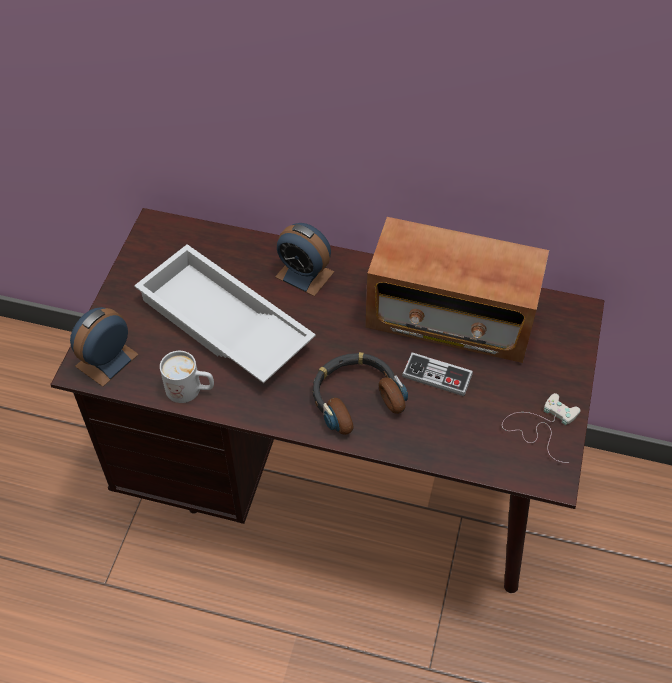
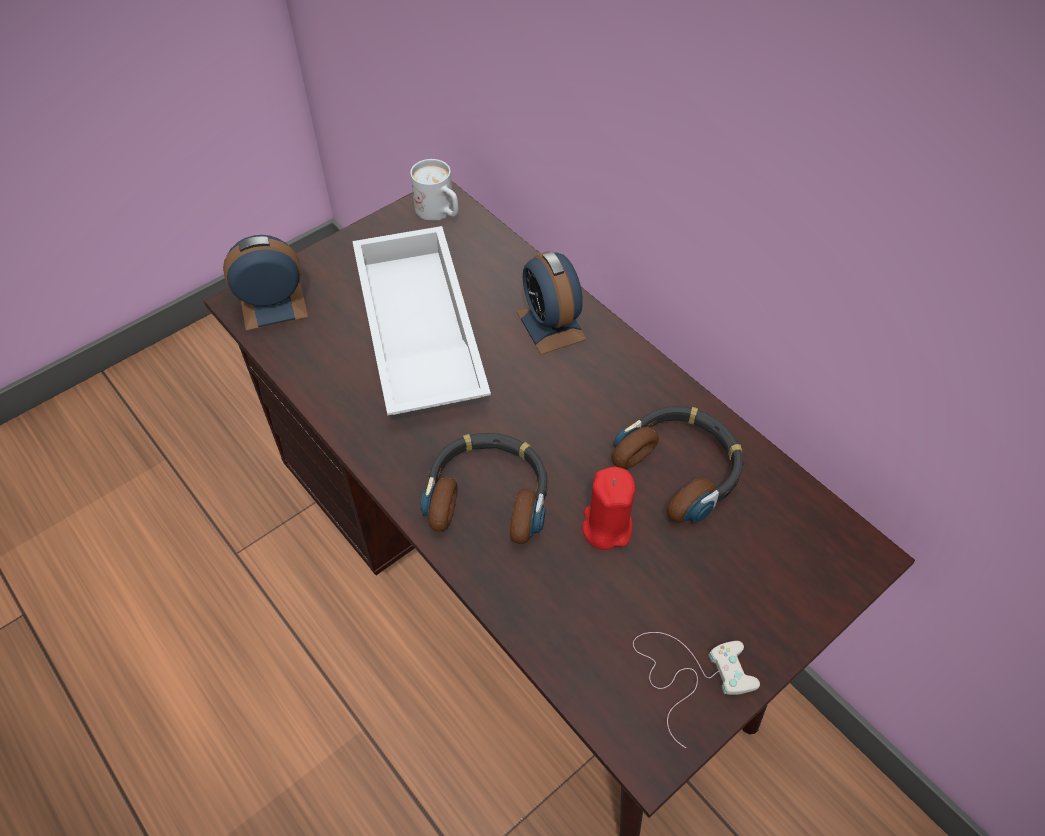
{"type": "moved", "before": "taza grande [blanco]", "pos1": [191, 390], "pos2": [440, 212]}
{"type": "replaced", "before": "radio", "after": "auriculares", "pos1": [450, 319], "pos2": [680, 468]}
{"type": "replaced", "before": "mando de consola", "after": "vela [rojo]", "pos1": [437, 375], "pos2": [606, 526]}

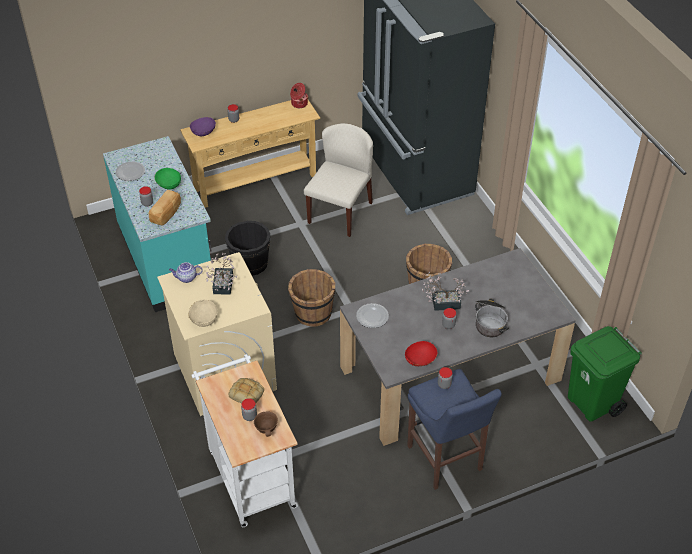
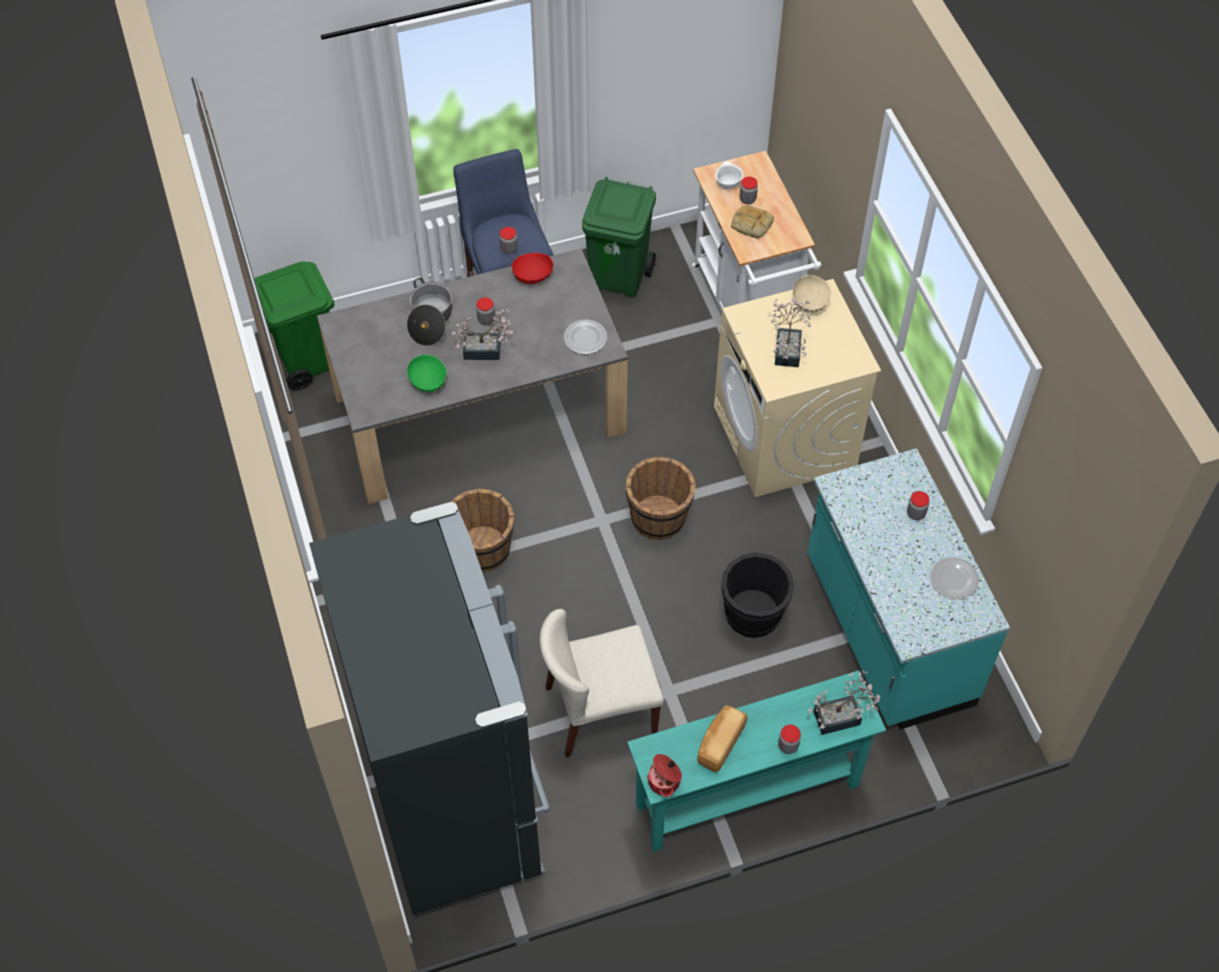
{"type": "moved", "before": "pan", "pos1": [167, 214], "pos2": [719, 743]}
{"type": "moved", "before": "cuenco [verde]", "pos1": [168, 185], "pos2": [428, 381]}
{"type": "removed", "before": "tetera", "pos1": [186, 278]}
{"type": "recoloured", "before": "mesa consola [beis]", "after": "mesa consola [turquesa]", "pos1": [255, 182], "pos2": [747, 795]}
{"type": "replaced", "before": "cuenco [morado]", "after": "planta en maceta", "pos1": [203, 132], "pos2": [842, 717]}
{"type": "recoloured", "before": "cuenco [marrón]", "after": "cuenco [blanco]", "pos1": [267, 429], "pos2": [727, 184]}
{"type": "turned", "before": "silla [beis]", "pos1": [340, 212], "pos2": [600, 711], "turn": 45}
{"type": "added", "after": "papelera [verde]", "pos2": [619, 277]}

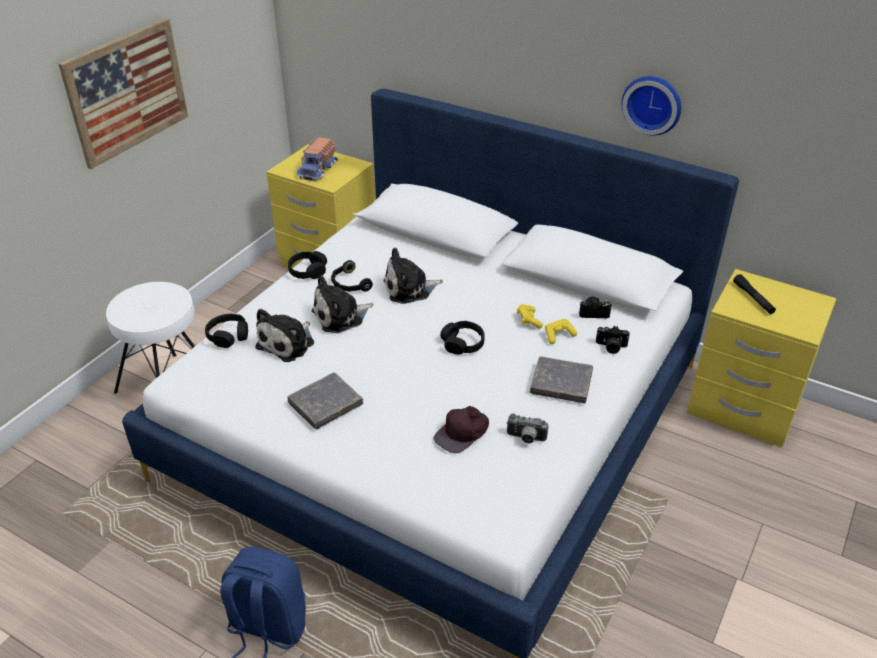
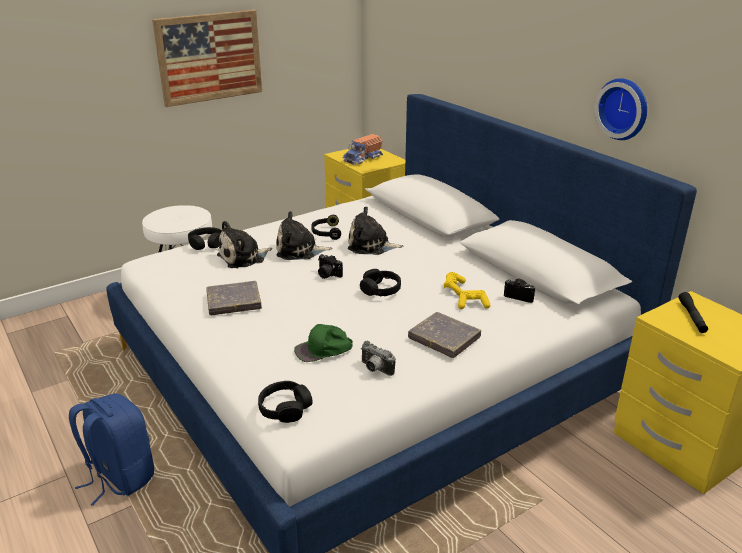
{"type": "moved", "before": "auriculares [negro]", "pos1": [308, 271], "pos2": [285, 408]}
{"type": "recoloured", "before": "gorra [marrón]", "after": "gorra [verde]", "pos1": [462, 433], "pos2": [323, 350]}
{"type": "moved", "before": "cámara", "pos1": [611, 347], "pos2": [327, 274]}

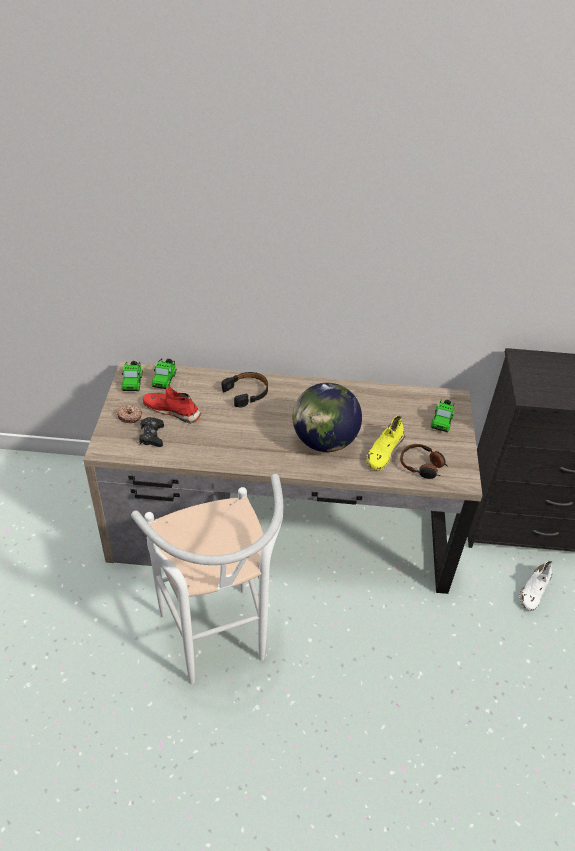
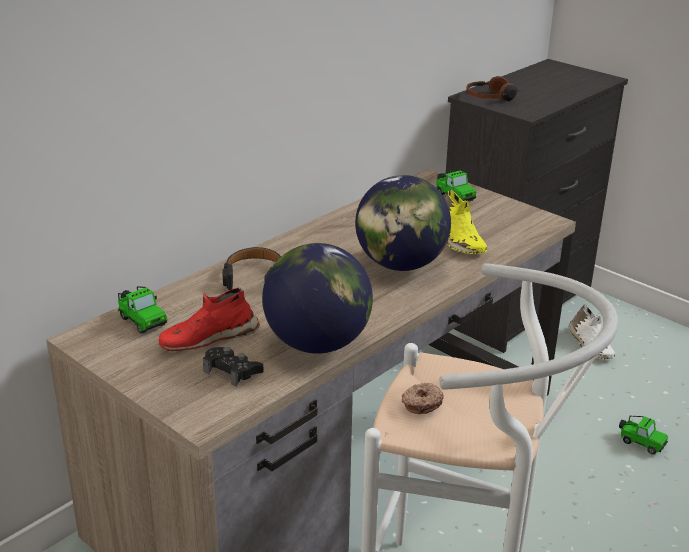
{"type": "moved", "before": "rosquilla", "pos1": [129, 416], "pos2": [421, 403]}
{"type": "moved", "before": "coche de juguete", "pos1": [133, 382], "pos2": [640, 442]}
{"type": "moved", "before": "auriculares", "pos1": [422, 466], "pos2": [491, 97]}
{"type": "added", "after": "globo terráqueo", "pos2": [317, 344]}

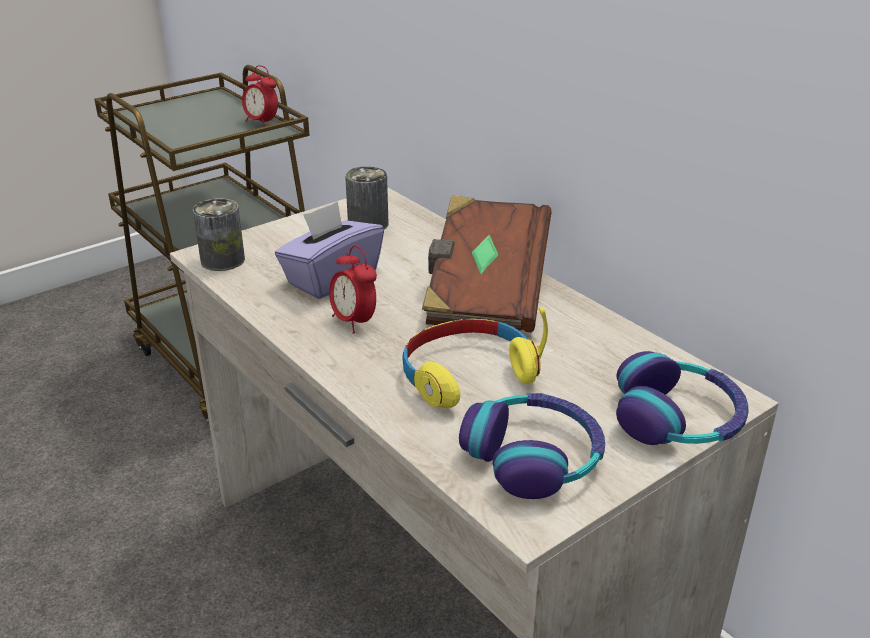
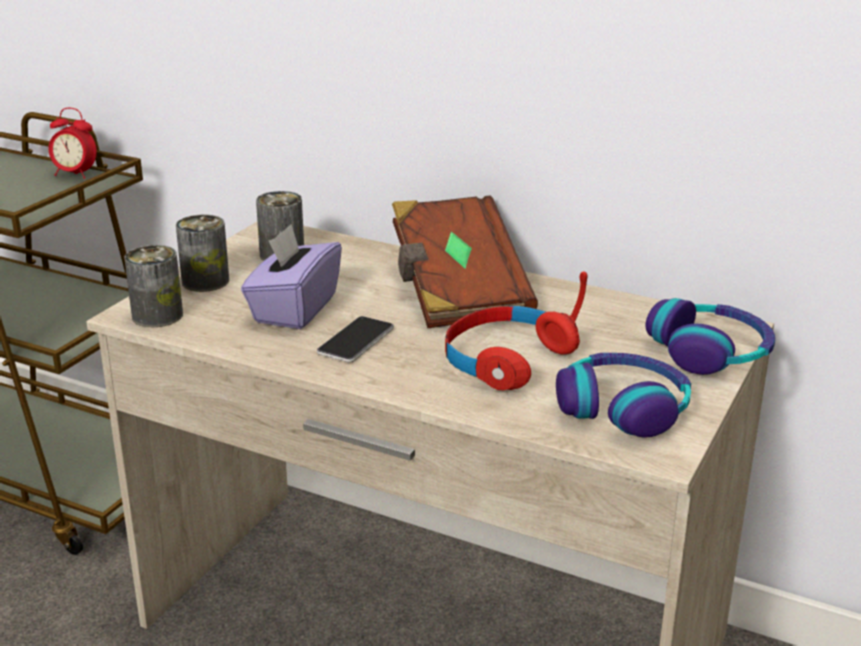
{"type": "replaced", "before": "despertador", "after": "móvil", "pos1": [354, 322], "pos2": [356, 341]}
{"type": "recoloured", "before": "auriculares [amarillo]", "after": "auriculares [rojo]", "pos1": [467, 374], "pos2": [506, 360]}
{"type": "added", "after": "lata", "pos2": [205, 281]}

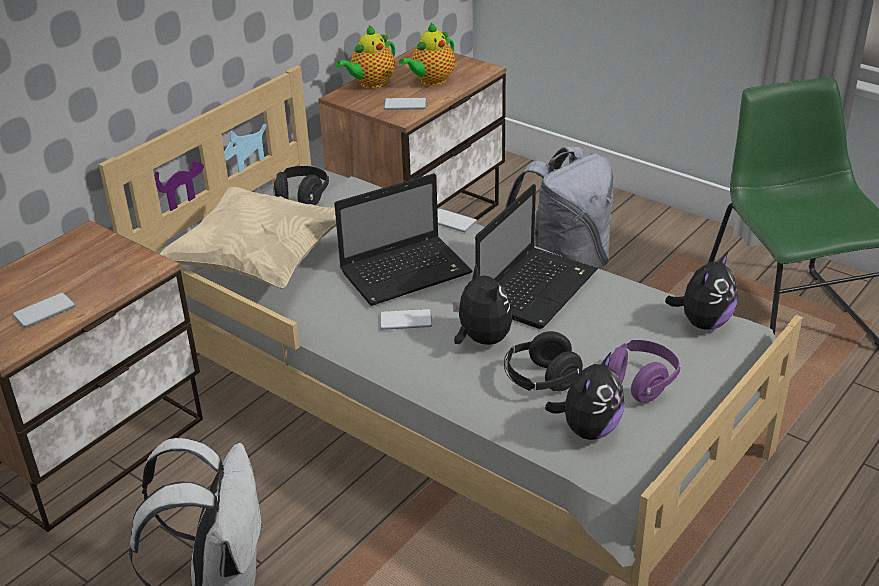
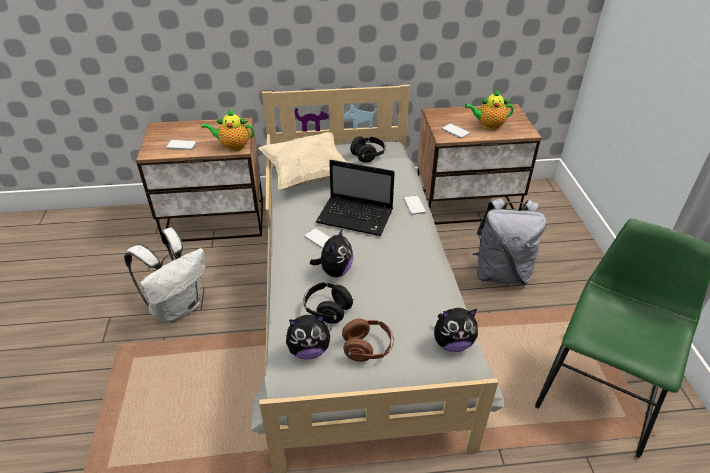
{"type": "moved", "before": "tetera", "pos1": [371, 84], "pos2": [233, 146]}
{"type": "removed", "before": "portátil", "pos1": [537, 287]}
{"type": "recoloured", "before": "auriculares [morado]", "after": "auriculares [marrón]", "pos1": [640, 383], "pos2": [367, 348]}

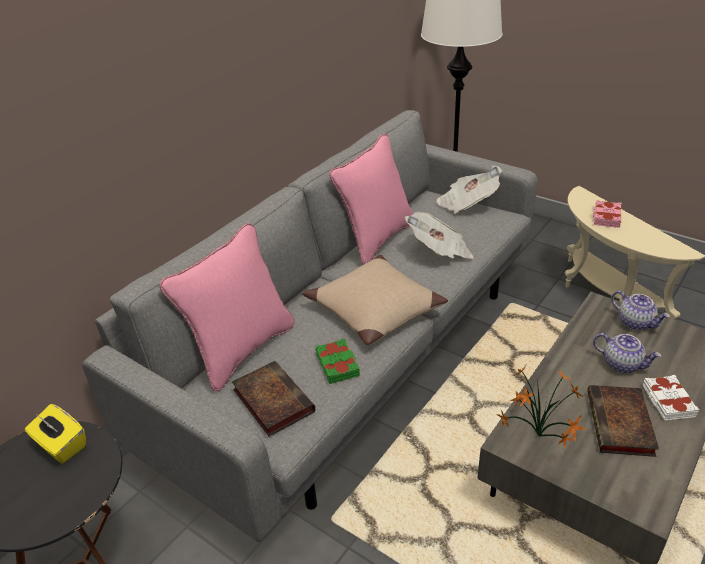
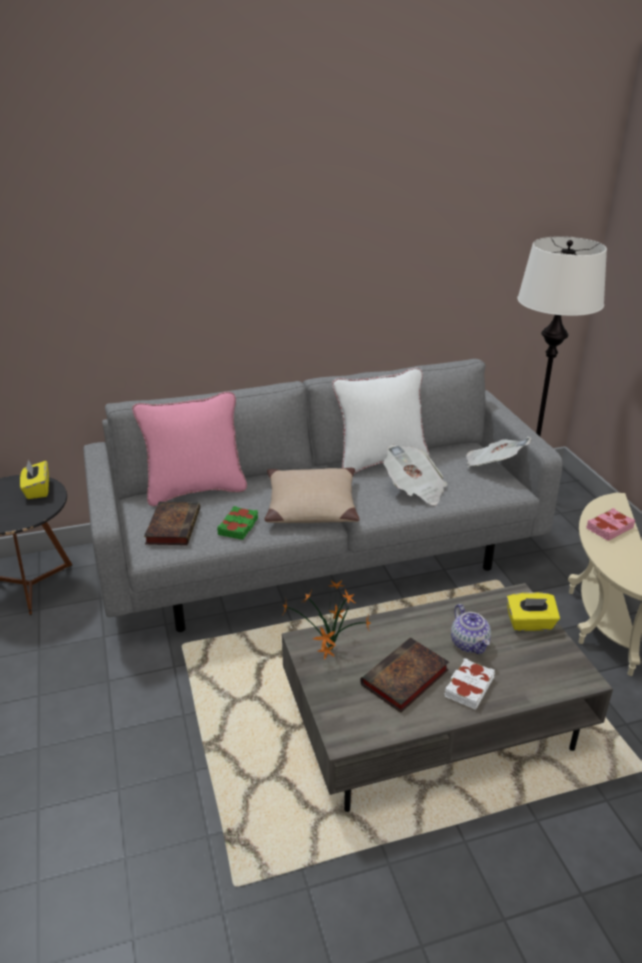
{"type": "recoloured", "before": "cojín [rosa]", "after": "cojín [blanco]", "pos1": [376, 239], "pos2": [380, 461]}
{"type": "replaced", "before": "tetera", "after": "caja de pañuelos [amarillo]", "pos1": [636, 322], "pos2": [530, 623]}

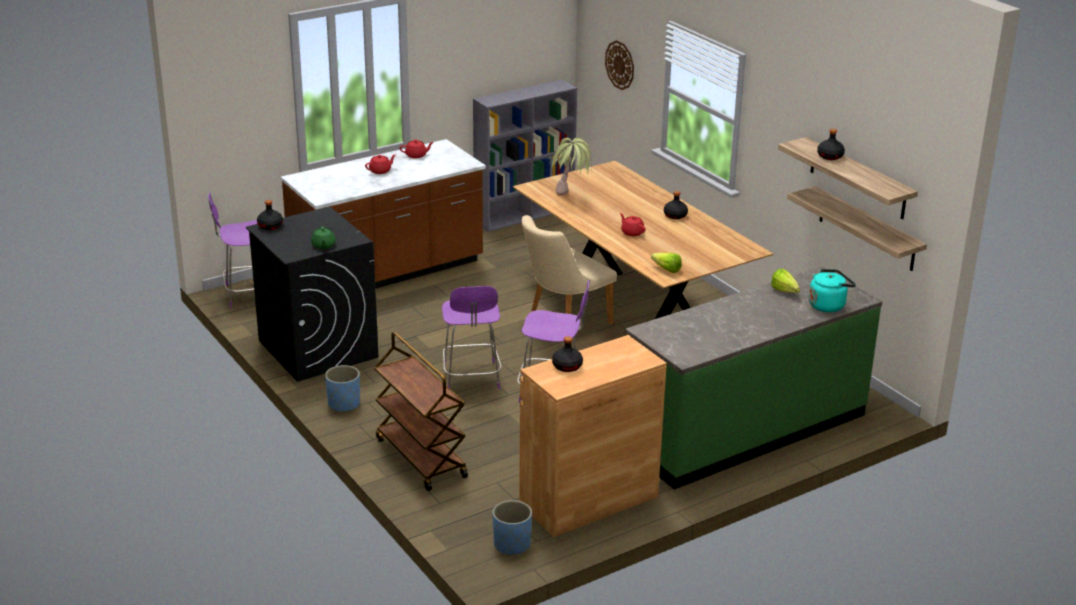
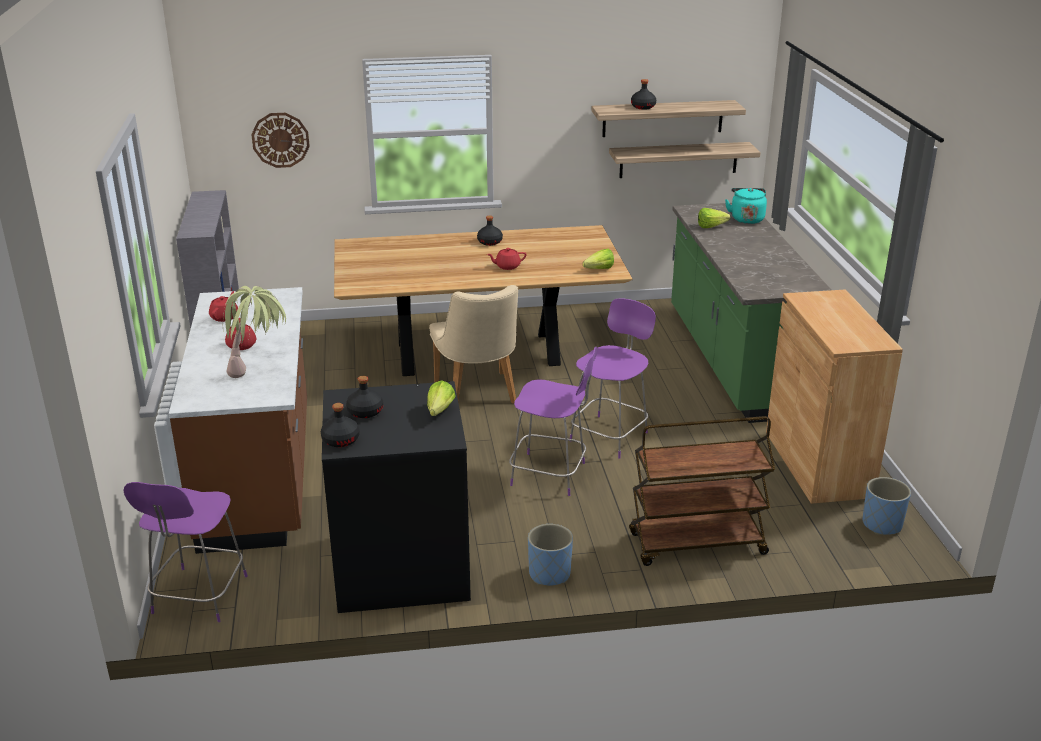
{"type": "replaced", "before": "tetera [verde]", "after": "lechuga", "pos1": [323, 246], "pos2": [437, 413]}
{"type": "moved", "before": "planta en maceta", "pos1": [570, 199], "pos2": [259, 373]}
{"type": "moved", "before": "botella [negro]", "pos1": [567, 366], "pos2": [365, 412]}

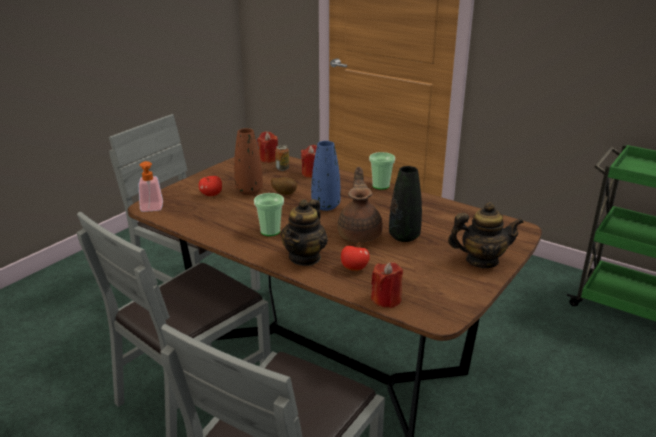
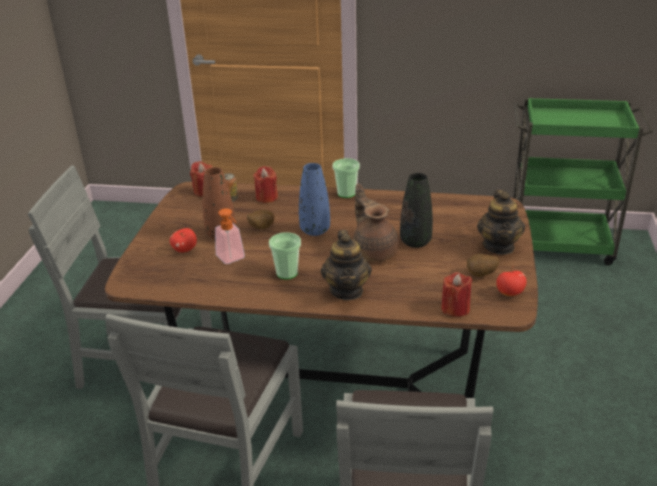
{"type": "moved", "before": "dispensador de jabón", "pos1": [151, 209], "pos2": [233, 259]}
{"type": "moved", "before": "manzana", "pos1": [354, 268], "pos2": [510, 293]}
{"type": "turned", "before": "tetera", "pos1": [481, 261], "pos2": [499, 246], "turn": 120}
{"type": "added", "after": "patata", "pos2": [481, 275]}

